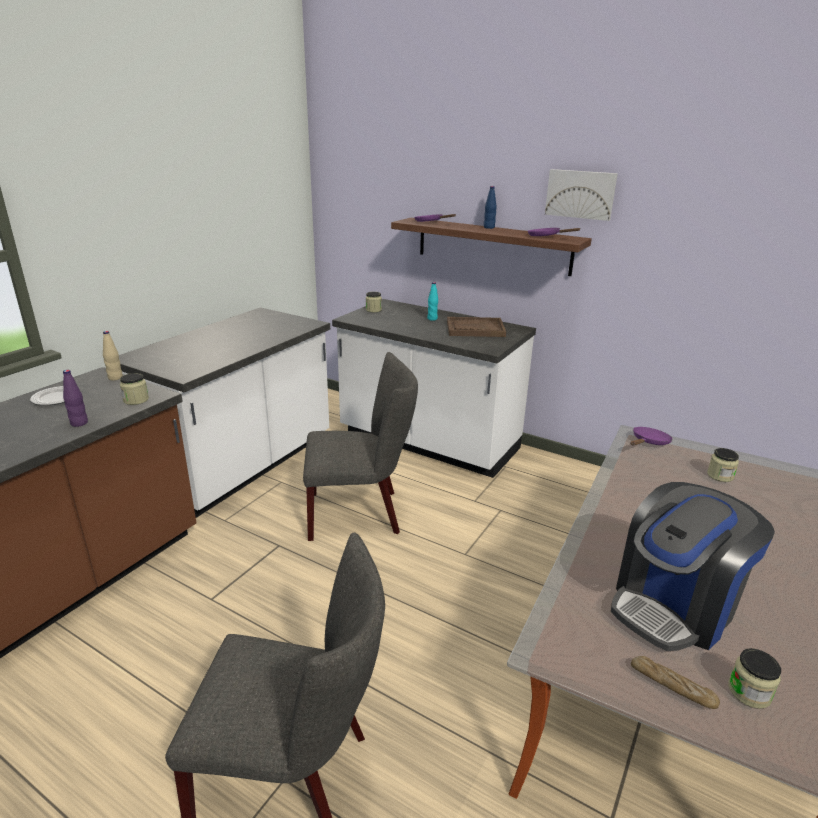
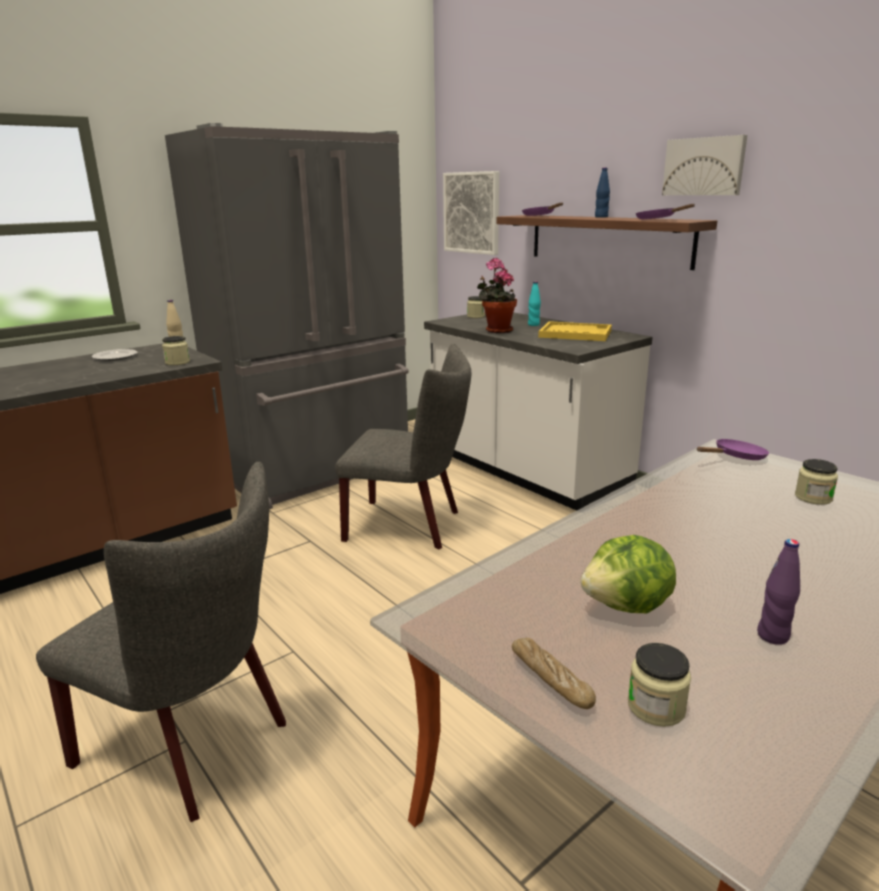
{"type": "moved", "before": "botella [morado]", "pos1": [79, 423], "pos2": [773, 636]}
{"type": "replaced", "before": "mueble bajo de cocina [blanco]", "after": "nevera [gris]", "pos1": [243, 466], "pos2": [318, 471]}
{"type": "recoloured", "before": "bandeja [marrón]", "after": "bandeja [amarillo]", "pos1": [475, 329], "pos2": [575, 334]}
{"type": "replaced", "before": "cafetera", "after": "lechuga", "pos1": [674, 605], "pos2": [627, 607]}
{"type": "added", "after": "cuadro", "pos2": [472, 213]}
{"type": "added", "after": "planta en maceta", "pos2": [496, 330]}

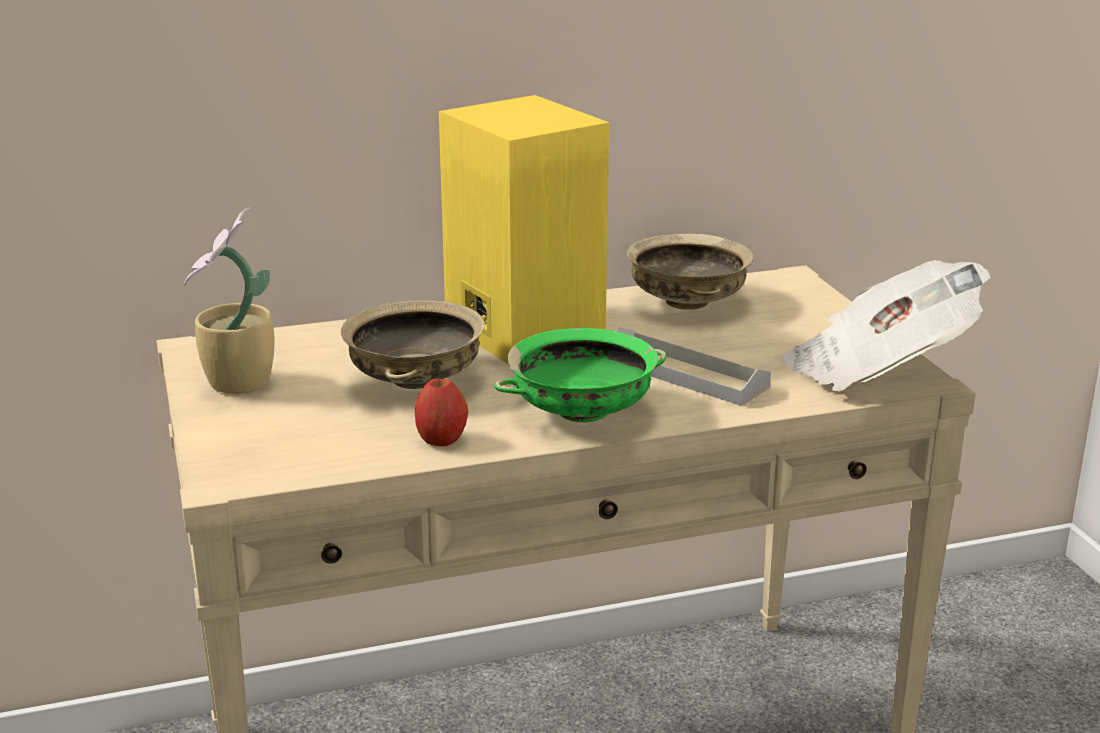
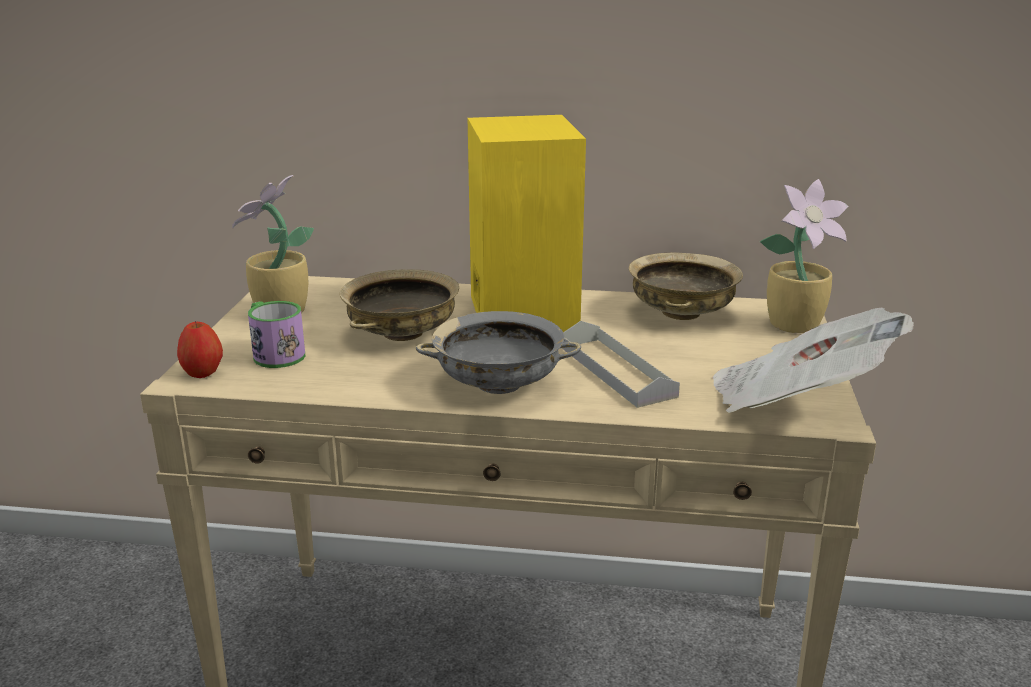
{"type": "moved", "before": "manzana", "pos1": [441, 440], "pos2": [203, 373]}
{"type": "recoloured", "before": "cuenco [verde]", "after": "cuenco [gris]", "pos1": [580, 412], "pos2": [497, 384]}
{"type": "added", "after": "taza grande", "pos2": [274, 353]}
{"type": "added", "after": "planta en maceta", "pos2": [796, 325]}

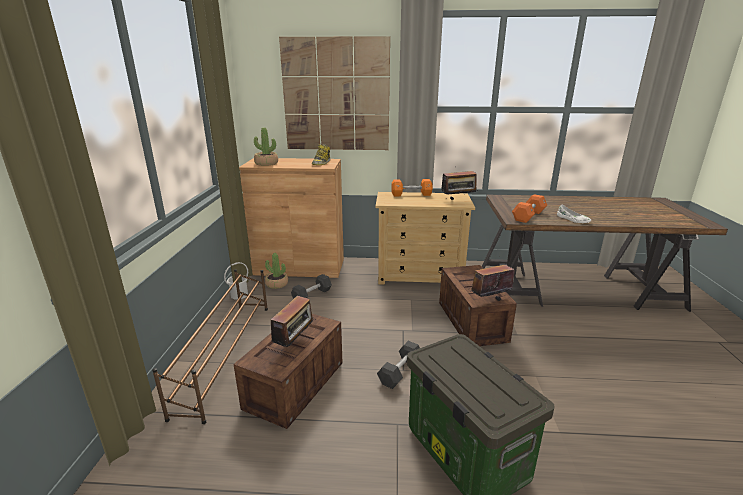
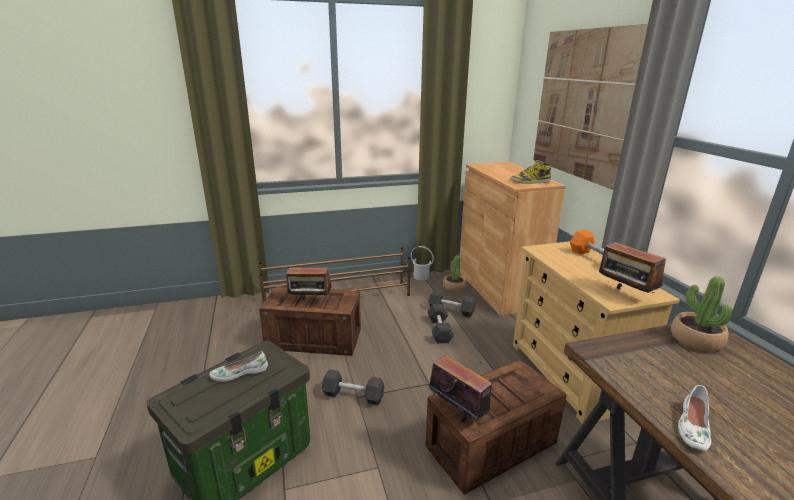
{"type": "moved", "before": "planta en maceta", "pos1": [266, 163], "pos2": [695, 340]}
{"type": "removed", "before": "mancuerna [naranja]", "pos1": [528, 216]}
{"type": "added", "after": "zapato [blanco]", "pos2": [239, 373]}
{"type": "added", "after": "mancuerna [negro]", "pos2": [439, 330]}

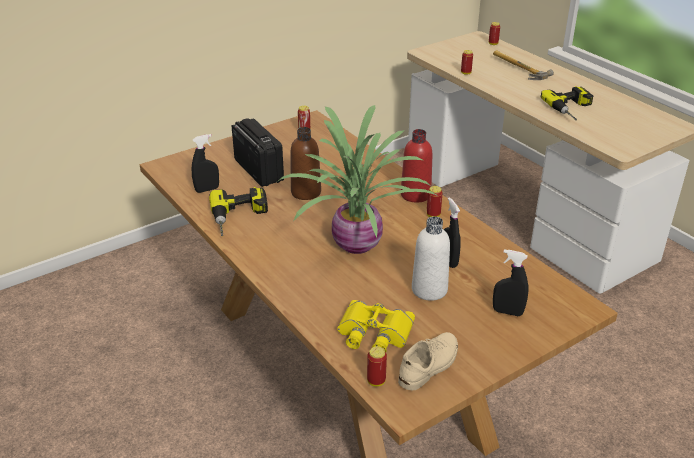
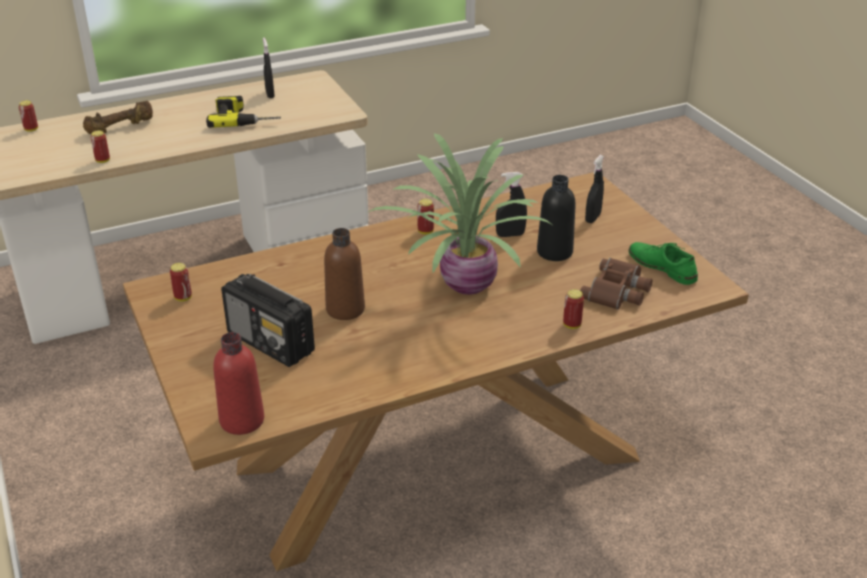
{"type": "moved", "before": "pulverizador [negro]", "pos1": [207, 189], "pos2": [270, 94]}
{"type": "removed", "before": "taladro", "pos1": [240, 217]}
{"type": "turned", "before": "radio", "pos1": [258, 170], "pos2": [271, 343], "turn": -120}
{"type": "recoloured", "before": "prismáticos [amarillo]", "after": "prismáticos [marrón]", "pos1": [373, 333], "pos2": [618, 291]}
{"type": "moved", "before": "lata", "pos1": [376, 381], "pos2": [572, 325]}
{"type": "recoloured", "before": "zapato [beis]", "after": "zapato [verde]", "pos1": [429, 365], "pos2": [662, 267]}
{"type": "moved", "before": "botella [rojo]", "pos1": [415, 195], "pos2": [242, 420]}
{"type": "recoloured", "before": "botella [blanco]", "after": "botella [negro]", "pos1": [429, 289], "pos2": [554, 252]}
{"type": "replaced", "before": "martillo", "after": "mancuerna [marrón]", "pos1": [517, 69], "pos2": [121, 128]}

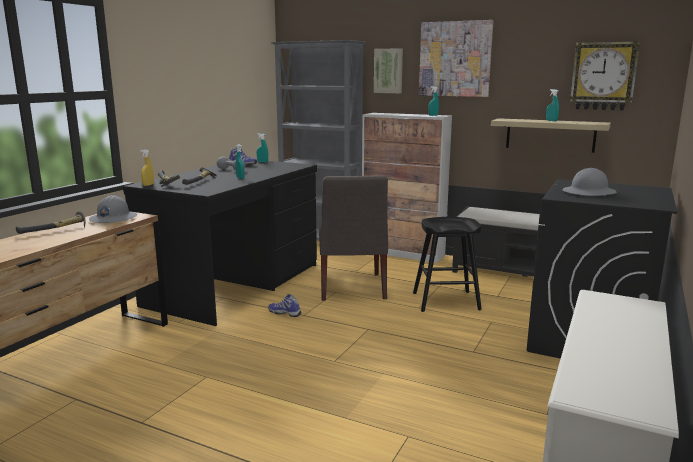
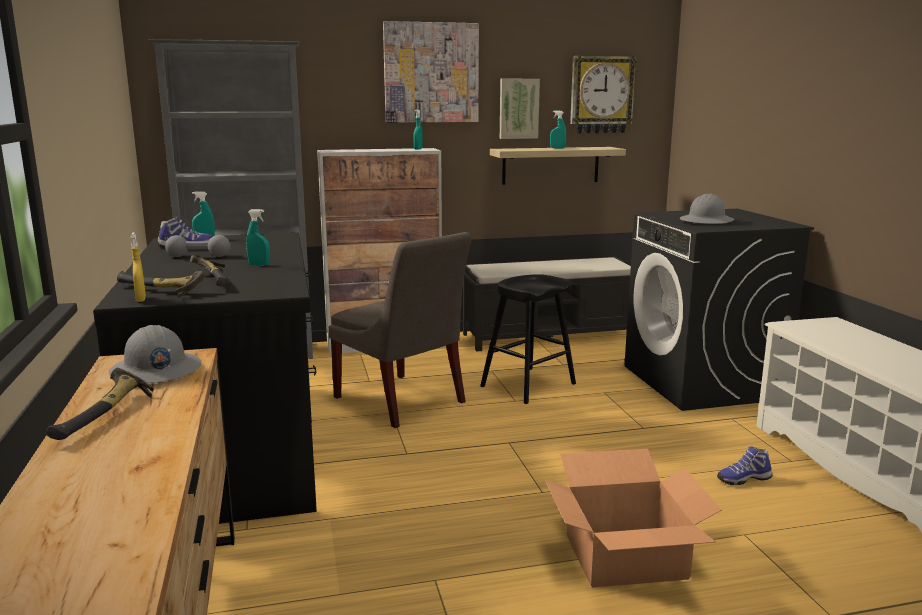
{"type": "moved", "before": "zapato", "pos1": [285, 313], "pos2": [743, 479]}
{"type": "moved", "before": "cuadro", "pos1": [388, 71], "pos2": [518, 108]}
{"type": "added", "after": "caja de cartón", "pos2": [626, 557]}

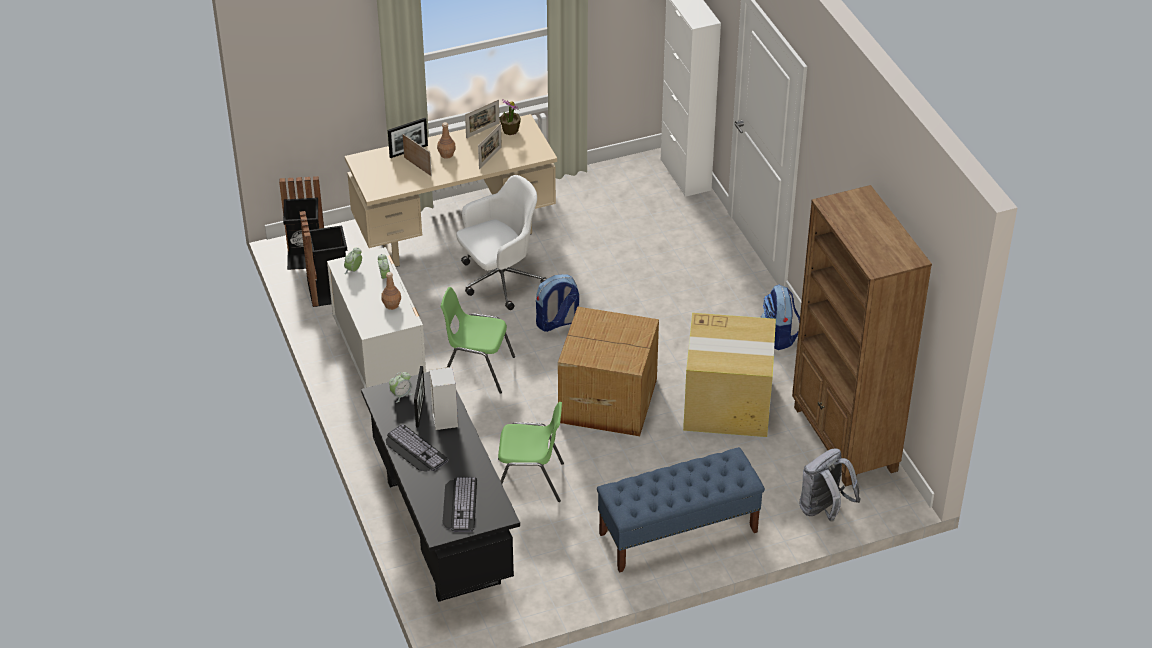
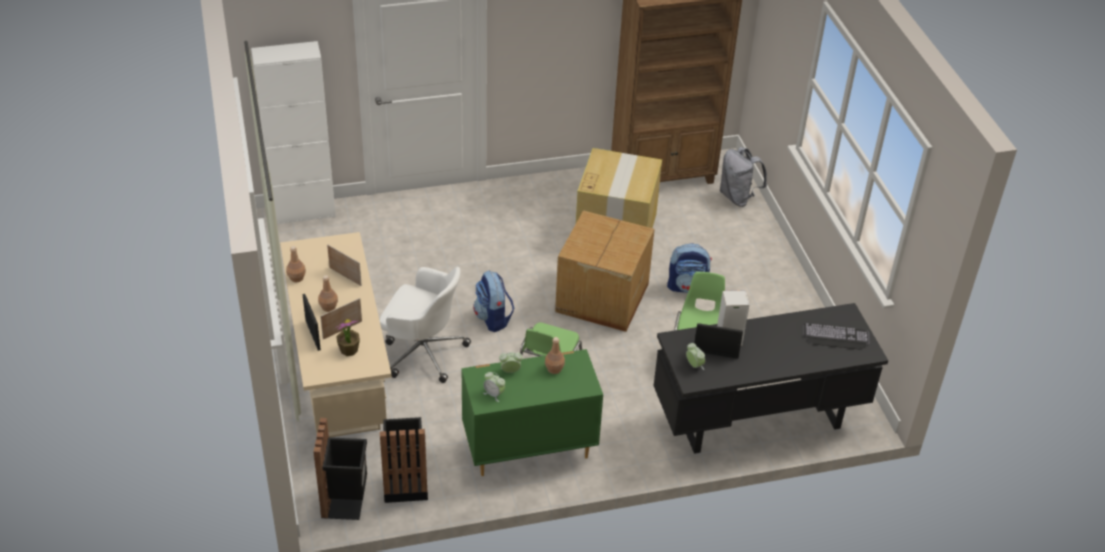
{"type": "recoloured", "before": "cómoda [blanco]", "after": "cómoda [verde]", "pos1": [380, 364], "pos2": [528, 449]}
{"type": "removed", "before": "teclado", "pos1": [413, 450]}
{"type": "turned", "before": "silla de oficina [blanco]", "pos1": [500, 280], "pos2": [422, 351], "turn": 135}
{"type": "replaced", "before": "portarretratos", "after": "botella [marrón]", "pos1": [482, 130], "pos2": [296, 278]}
{"type": "moved", "before": "planta en maceta", "pos1": [510, 130], "pos2": [349, 350]}
{"type": "removed", "before": "banco [azul]", "pos1": [678, 533]}
{"type": "moved", "before": "mochila", "pos1": [779, 336], "pos2": [687, 286]}

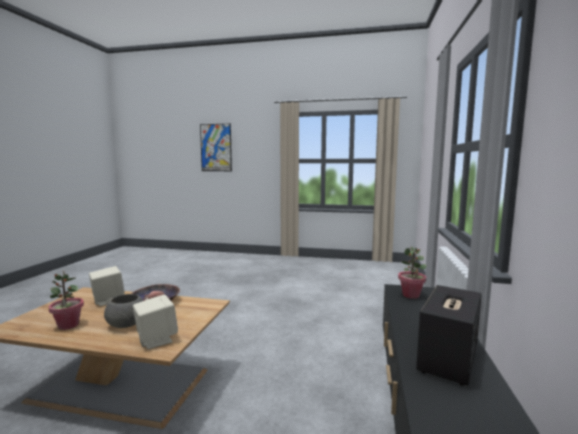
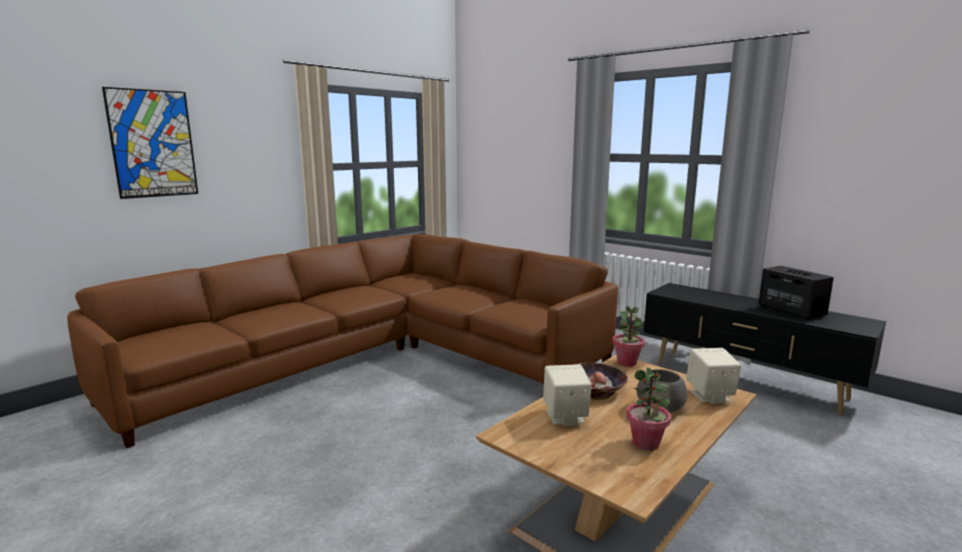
{"type": "moved", "before": "planta en maceta", "pos1": [411, 295], "pos2": [627, 362]}
{"type": "added", "after": "sofá [marrón]", "pos2": [379, 357]}

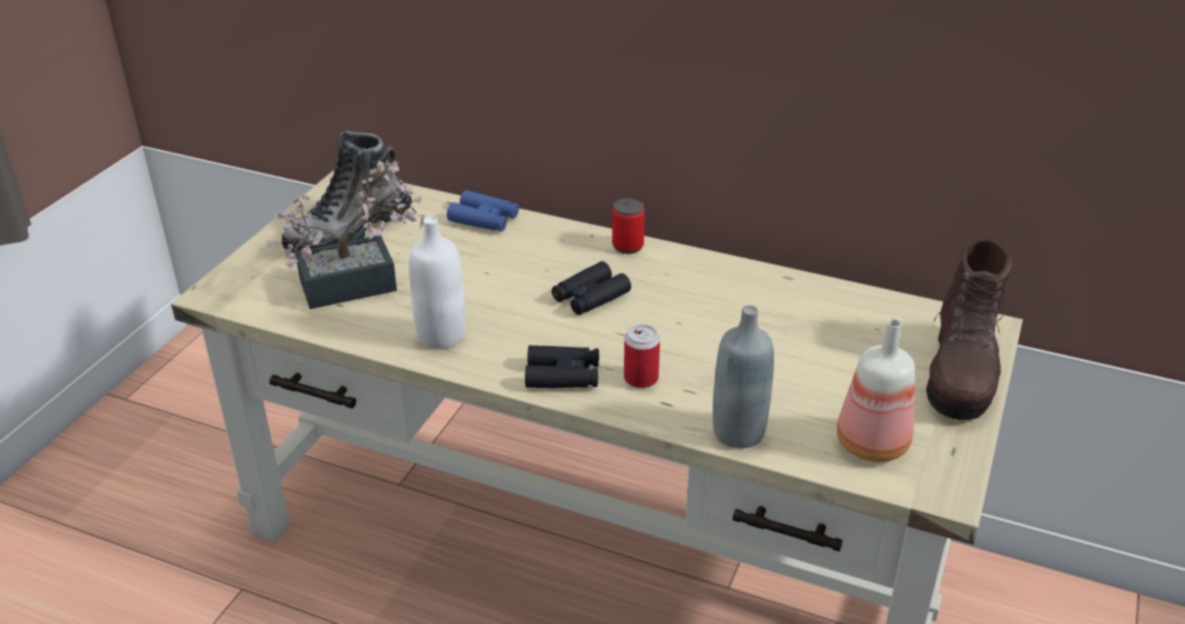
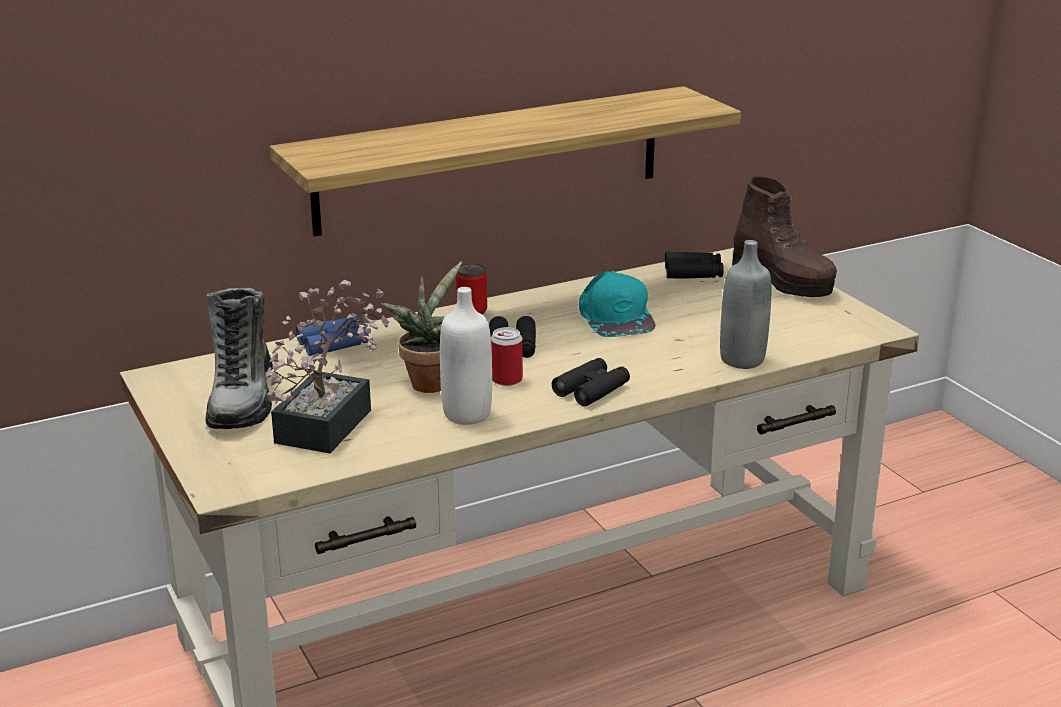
{"type": "moved", "before": "lata", "pos1": [641, 378], "pos2": [506, 379]}
{"type": "removed", "before": "botella", "pos1": [869, 443]}
{"type": "added", "after": "estante", "pos2": [490, 159]}
{"type": "added", "after": "planta en maceta", "pos2": [430, 382]}
{"type": "added", "after": "gorra [turquesa]", "pos2": [615, 317]}
{"type": "added", "after": "prismáticos [negro]", "pos2": [693, 273]}

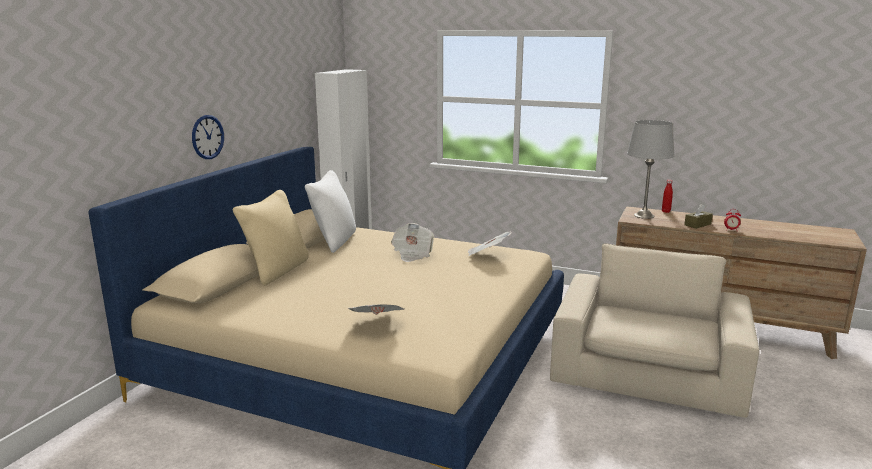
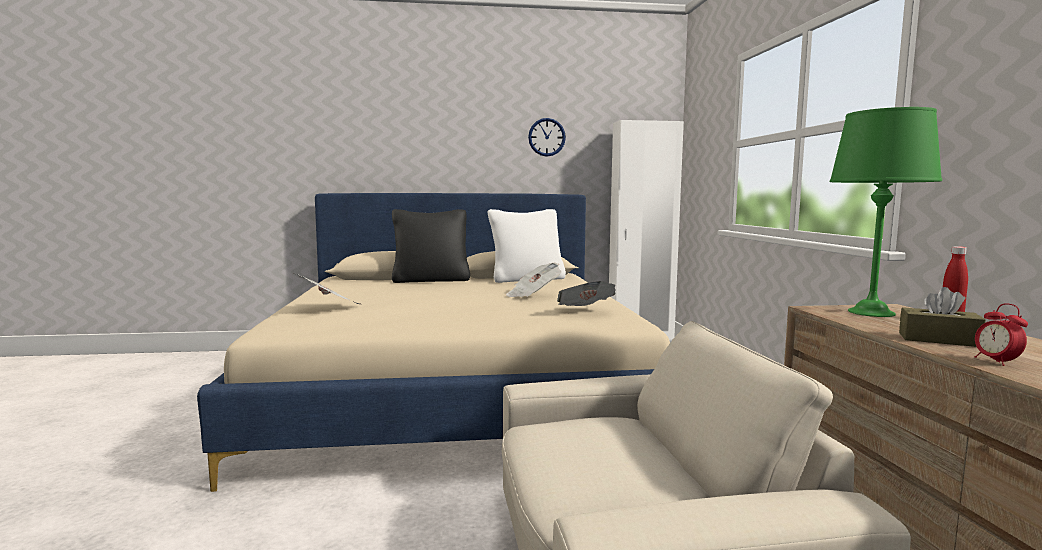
{"type": "moved", "before": "reloj de pared", "pos1": [207, 137], "pos2": [546, 137]}
{"type": "recoloured", "before": "cojín [beis]", "after": "cojín [negro]", "pos1": [276, 270], "pos2": [431, 280]}
{"type": "recoloured", "before": "lámpara de mesa [gris]", "after": "lámpara de mesa [verde]", "pos1": [644, 215], "pos2": [872, 312]}

